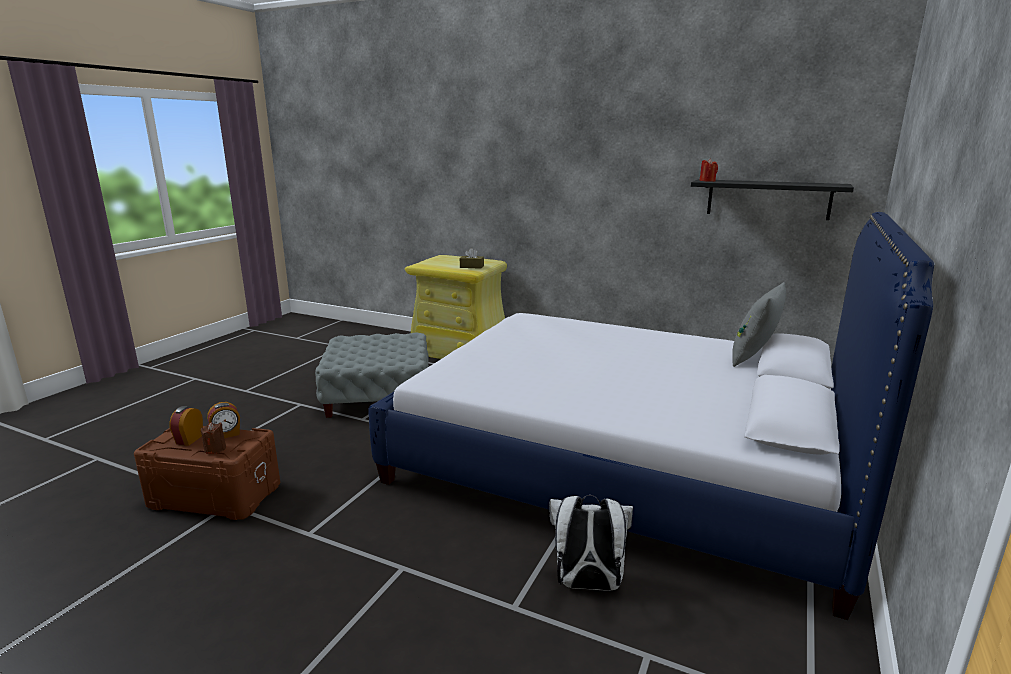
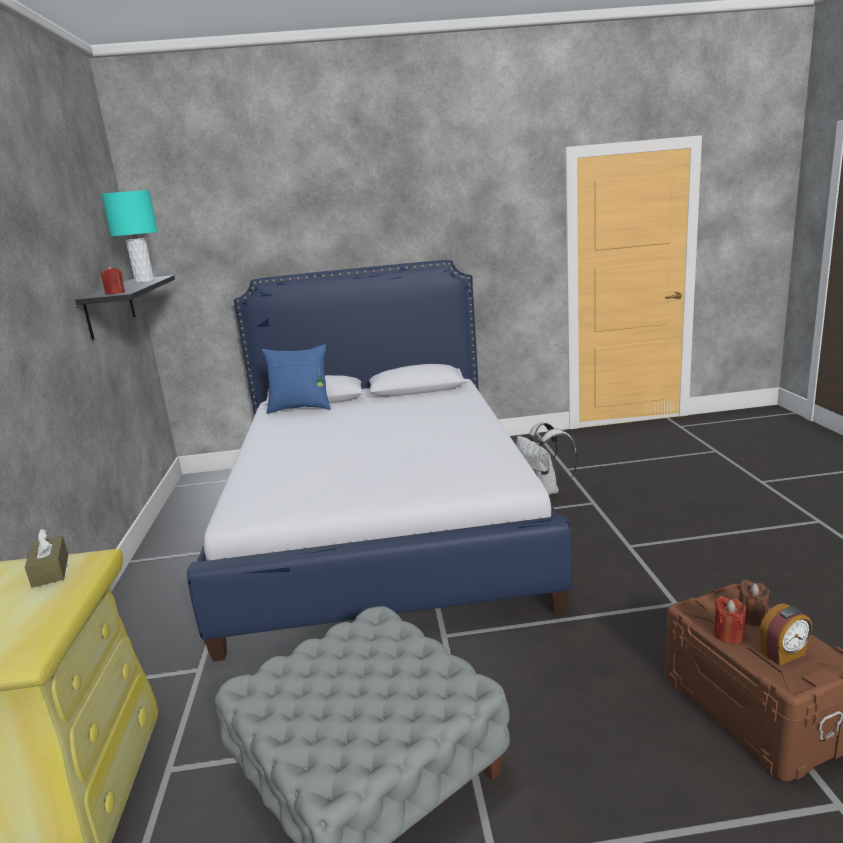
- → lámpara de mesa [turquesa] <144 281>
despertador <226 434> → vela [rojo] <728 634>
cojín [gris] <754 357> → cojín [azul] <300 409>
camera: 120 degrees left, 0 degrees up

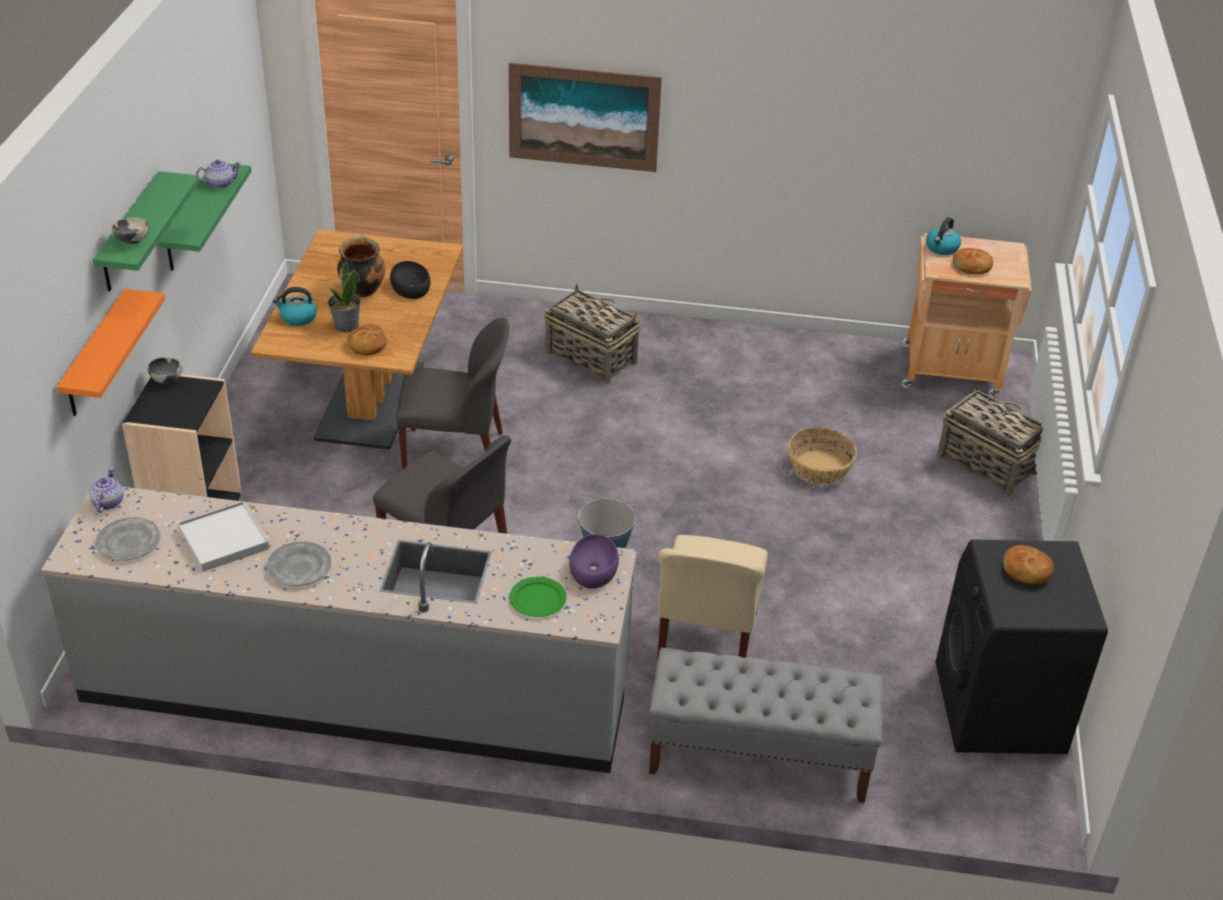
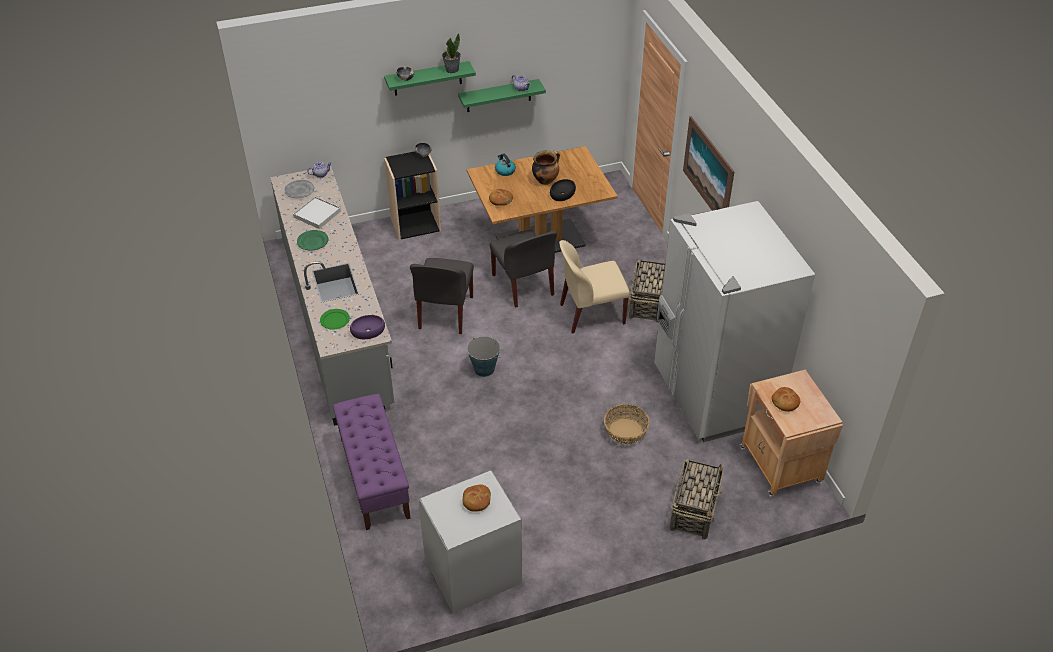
estante [naranja] <95 355> → -
hervidor <942 248> → -
- → nevera [blanco] <714 394>
planta en maceta <346 326> → planta en maceta <452 69>, move
silla [beis] <706 643> → silla [beis] <590 314>, move
plato [gris] <298 567> → plato [verde] <312 242>
banco [gris] <758 757> → banco [morado] <374 477>
lavadora [negro] <997 706> → lavadora [blanco] <472 570>
camera: 65 degrees right, 5 degrees up

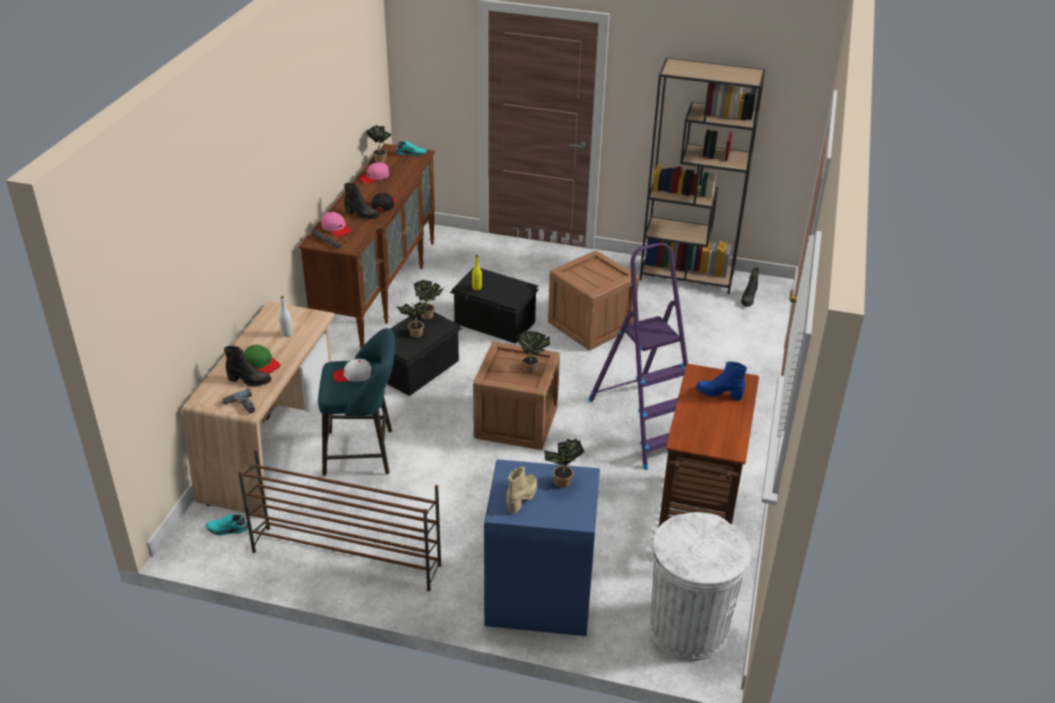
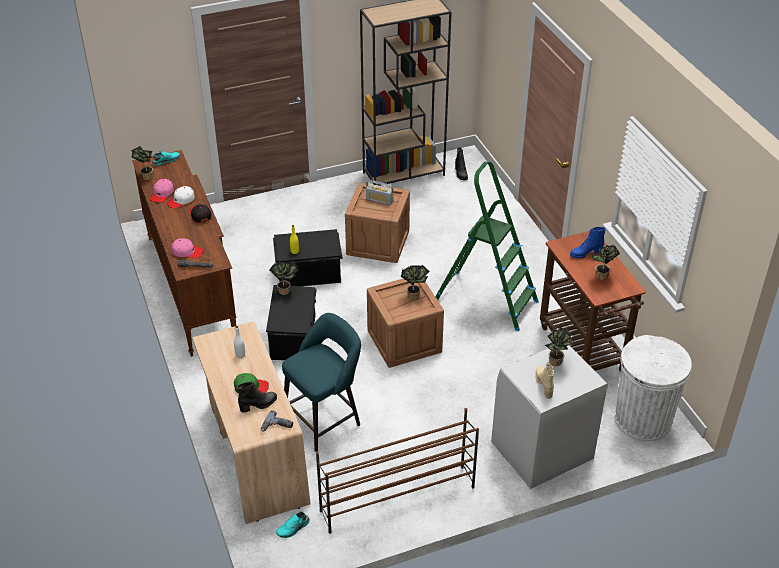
bota [negro] <361 215> → -
- → radio <379 200>
gorra [blanco] <353 375> → gorra [blanco] <181 200>, move
planta en maceta <414 334> → planta en maceta <601 277>, move
lavadora [azul] <539 593> → lavadora [blanco] <540 448>
escalera de tijera [morado] <643 425> → escalera de tijera [verde] <486 301>
camera: 35 degrees left, 5 degrees up

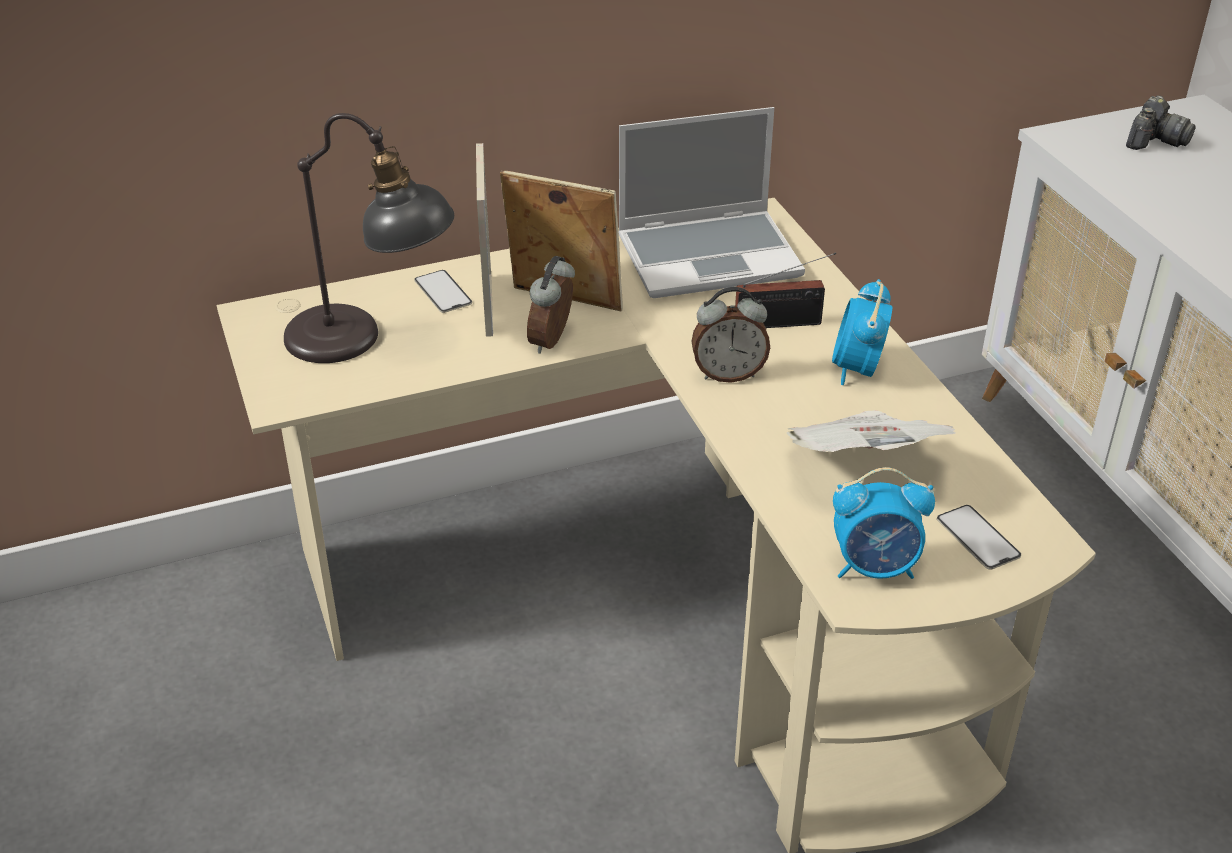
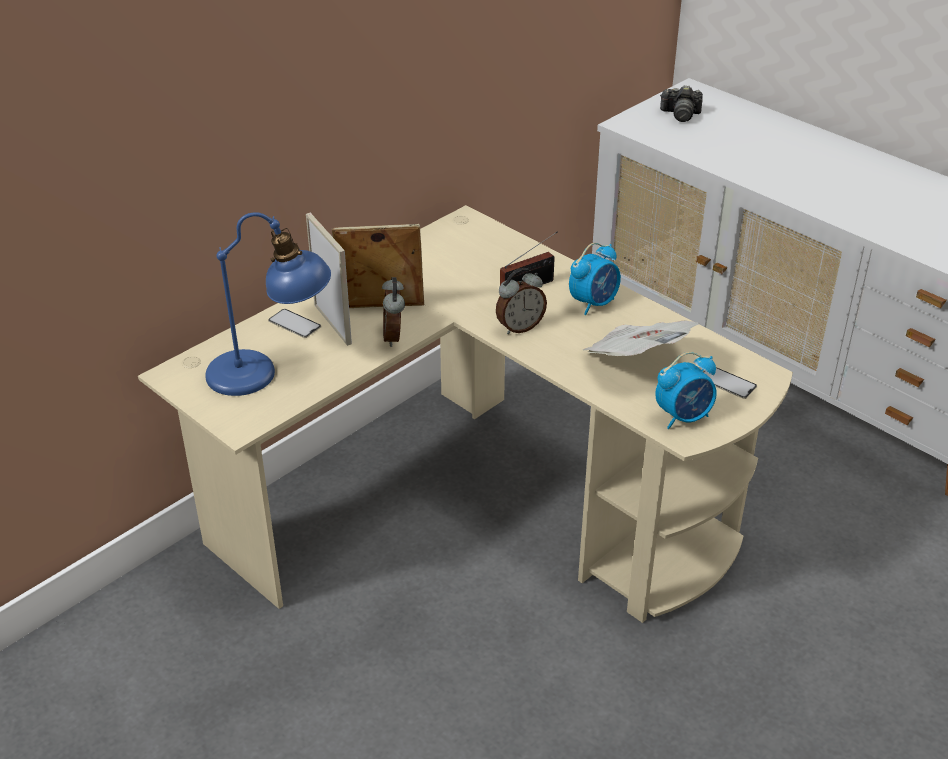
portátil <710 256> → -
lámpara de mesa [gris] <372 338> → lámpara de mesa [azul] <270 368>
despertador <857 370> → despertador <594 303>, 120 degrees counterclockwise
cámara <1155 141> → cámara <680 114>, 90 degrees clockwise
camera: 25 degrees left, 0 degrees up

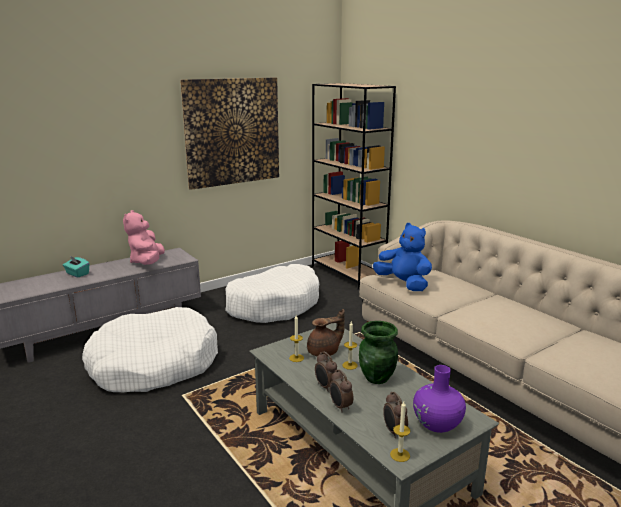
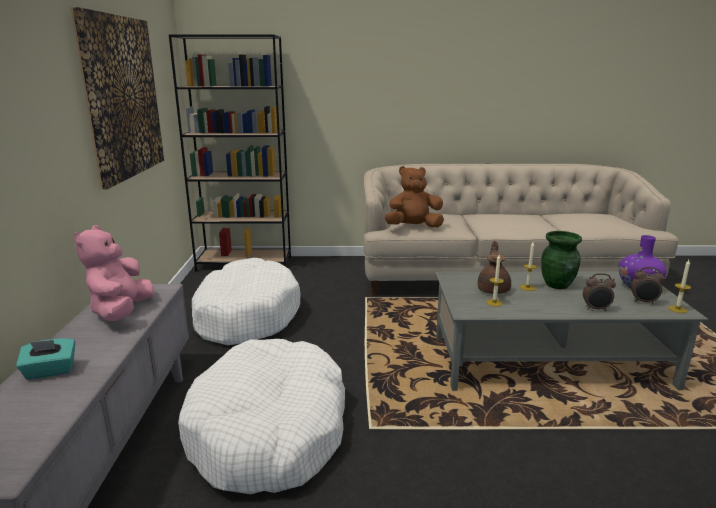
despertador <325 387> → -
peluche [azul] <403 284> → peluche [marrón] <413 227>
peluche [rosa] <147 262> → peluche [rosa] <121 312>, 60 degrees clockwise
camera: 55 degrees left, 0 degrees up

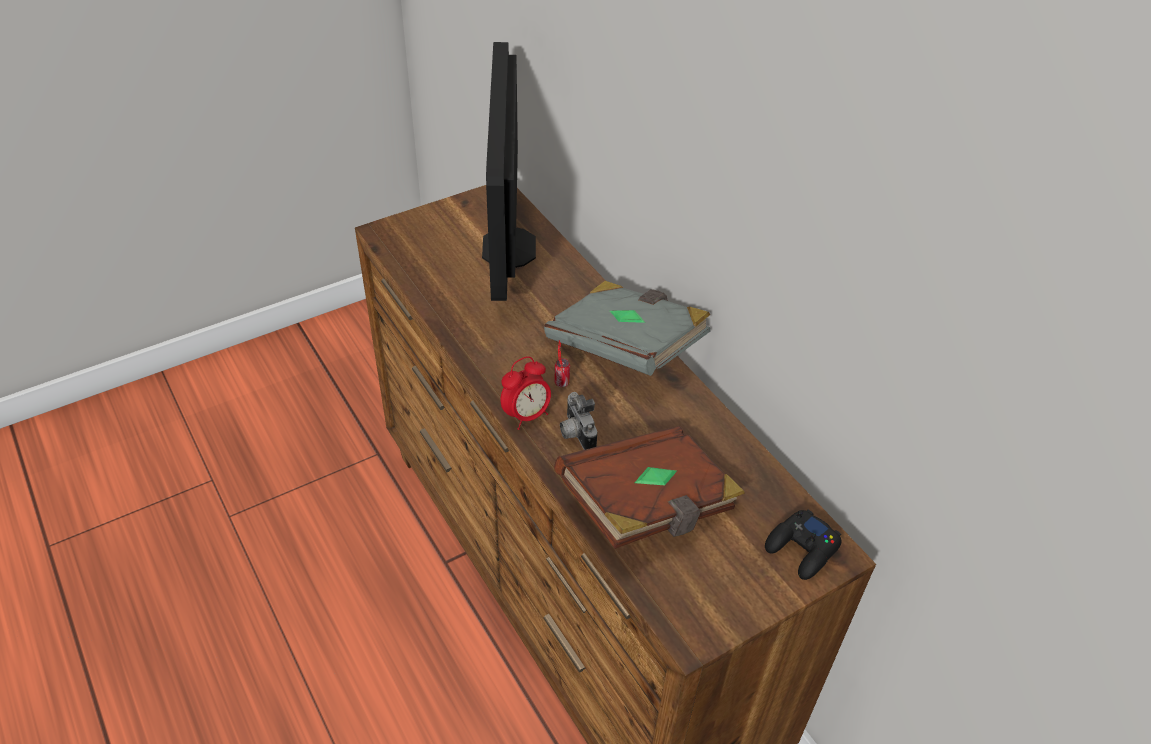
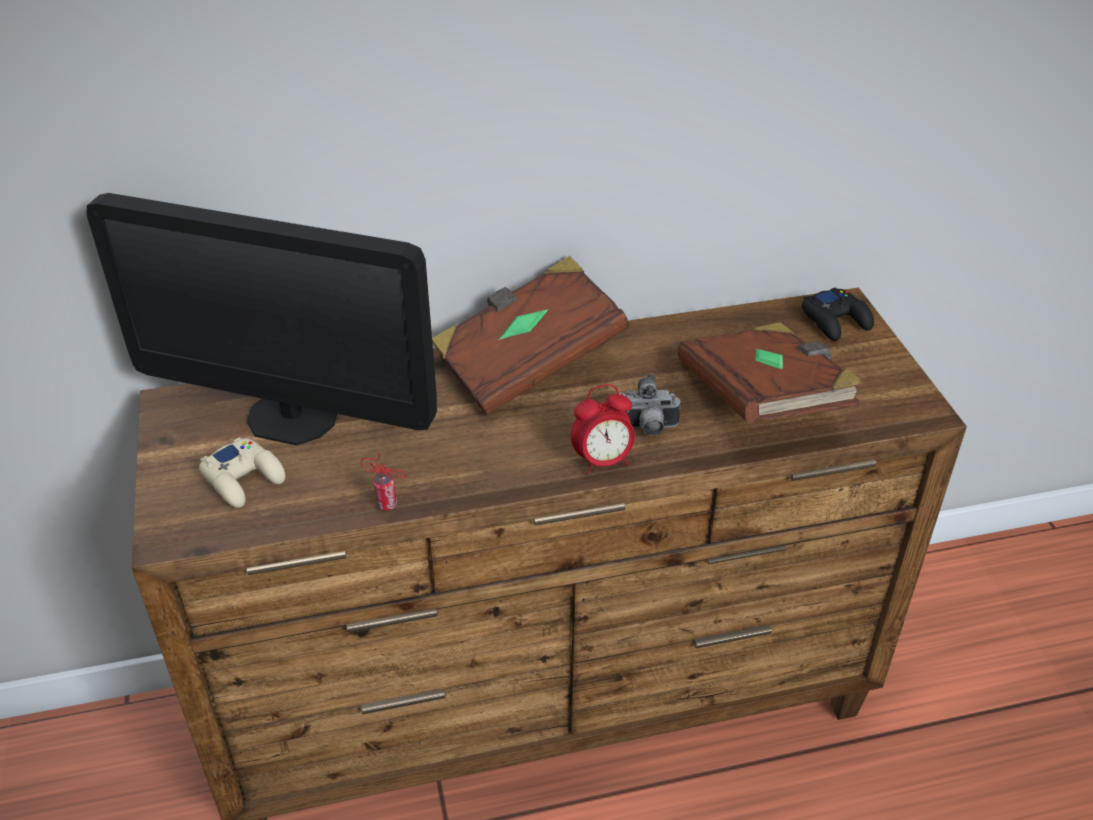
- → mando de consola [beis] <244 479>
lata <562 384> → lata <389 505>, move
libro [gris] <626 347> → libro [marrón] <527 362>
despertador <526 415> → despertador <602 461>, 90 degrees clockwise
camera: 70 degrees left, 5 degrees down

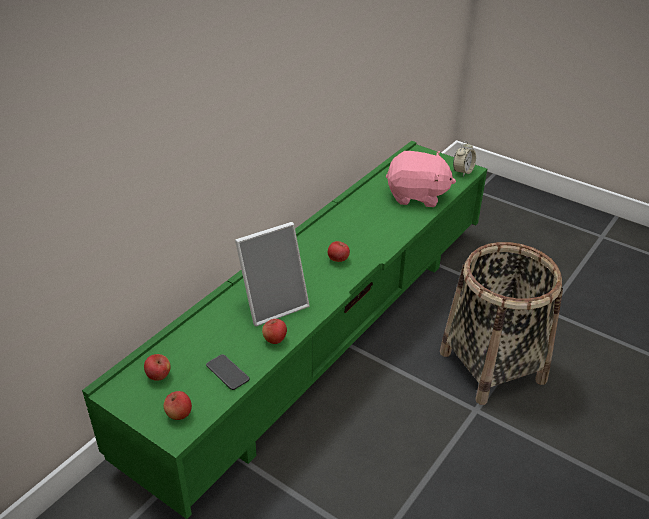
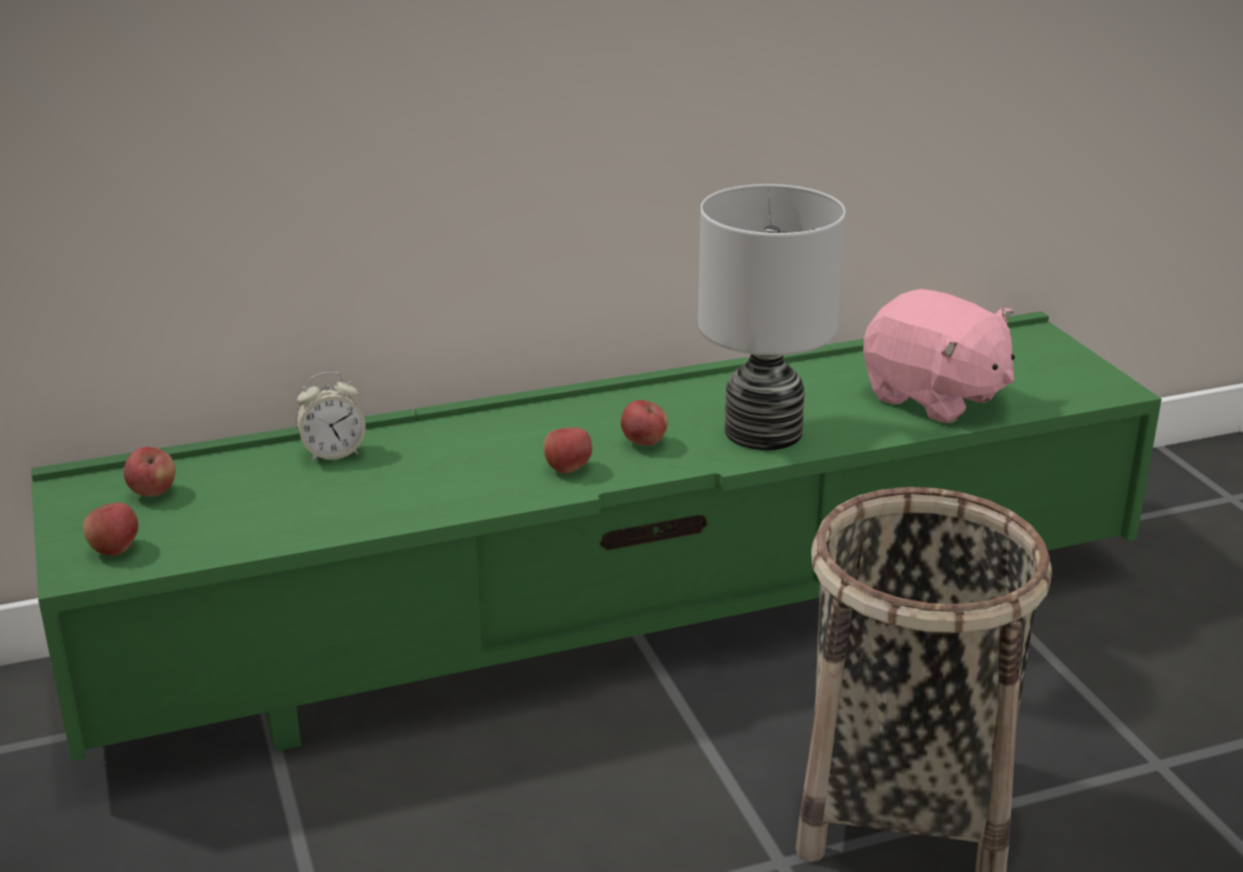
móvil <227 372> → -
portarretratos <273 304> → -
- → lámpara de mesa [gris] <763 433>
manzana <275 339> → manzana <568 468>, move
despertador <463 171> → despertador <333 453>, move
camera: 35 degrees right, 10 degrees down

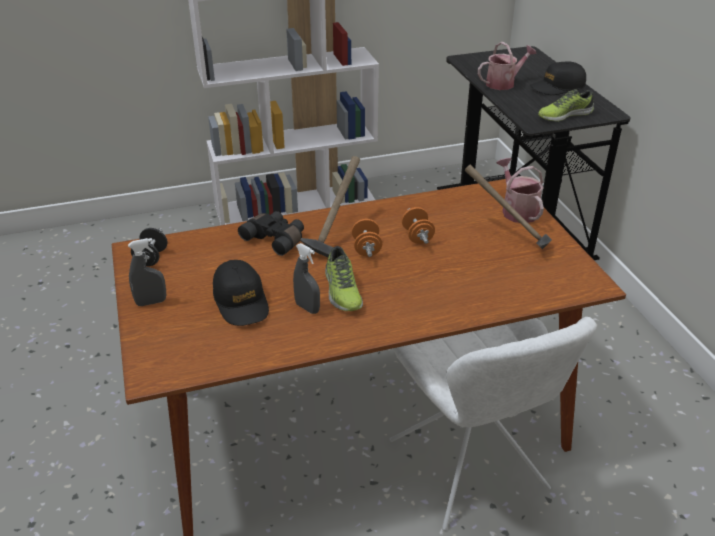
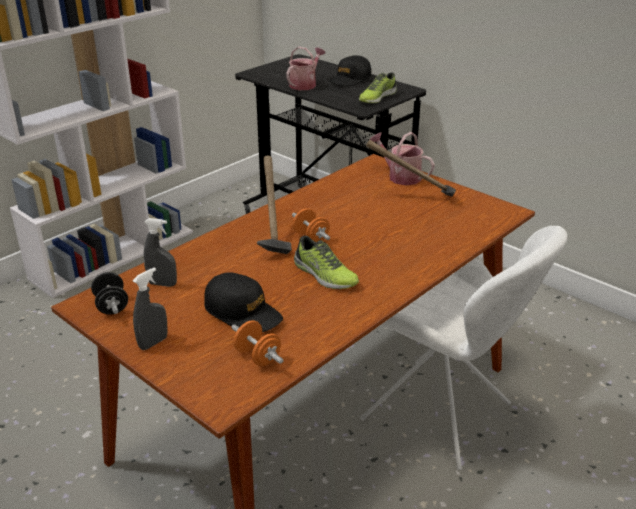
prismáticos [negro] <276 239> → -
pulverizador [gris] <307 308> → pulverizador [gris] <162 284>, move
mancuerna [naranja] <417 236> → mancuerna [naranja] <257 356>, move
camera: 30 degrees left, 5 degrees down

